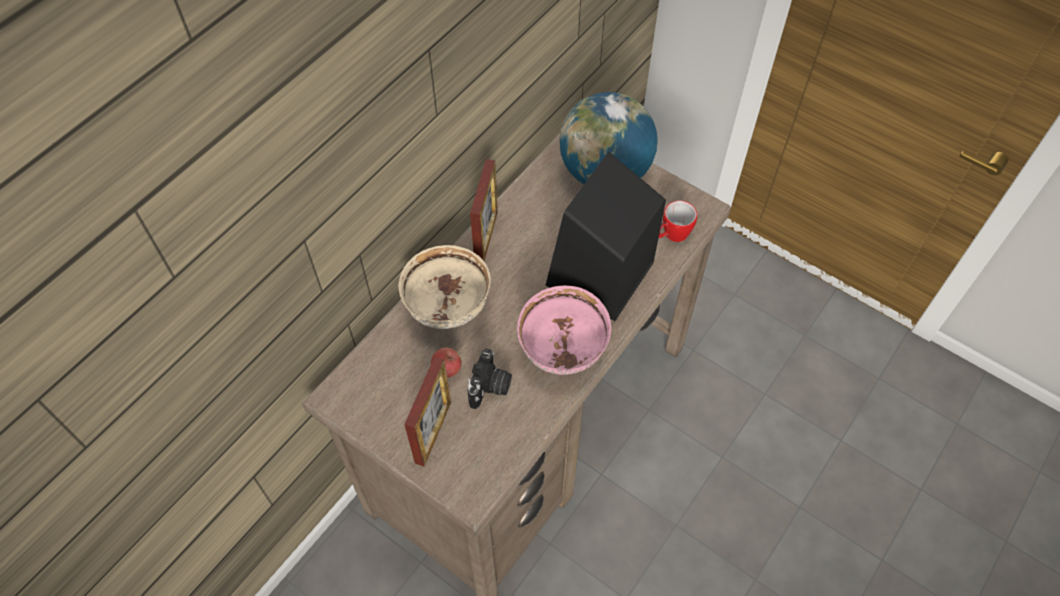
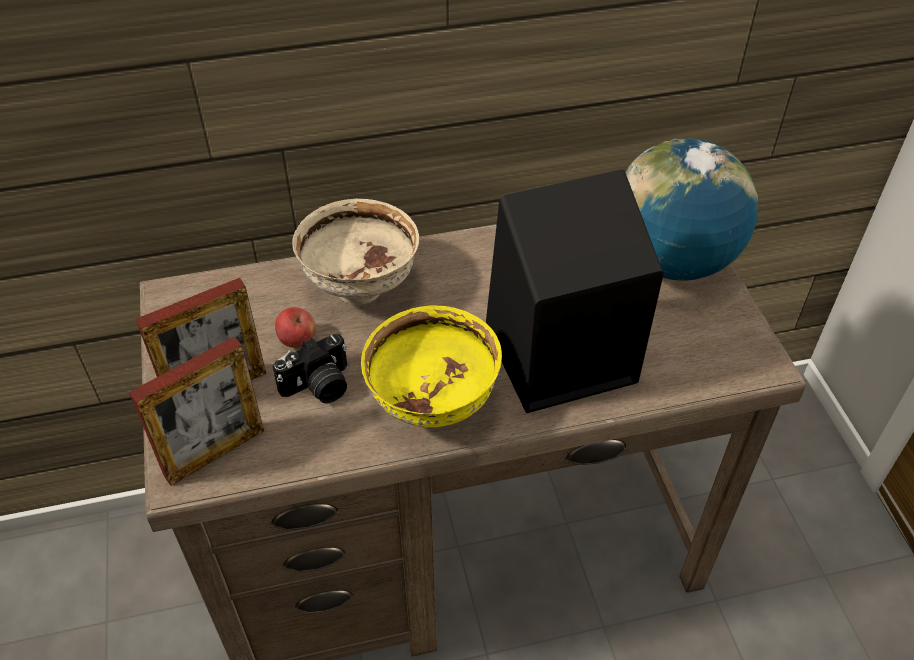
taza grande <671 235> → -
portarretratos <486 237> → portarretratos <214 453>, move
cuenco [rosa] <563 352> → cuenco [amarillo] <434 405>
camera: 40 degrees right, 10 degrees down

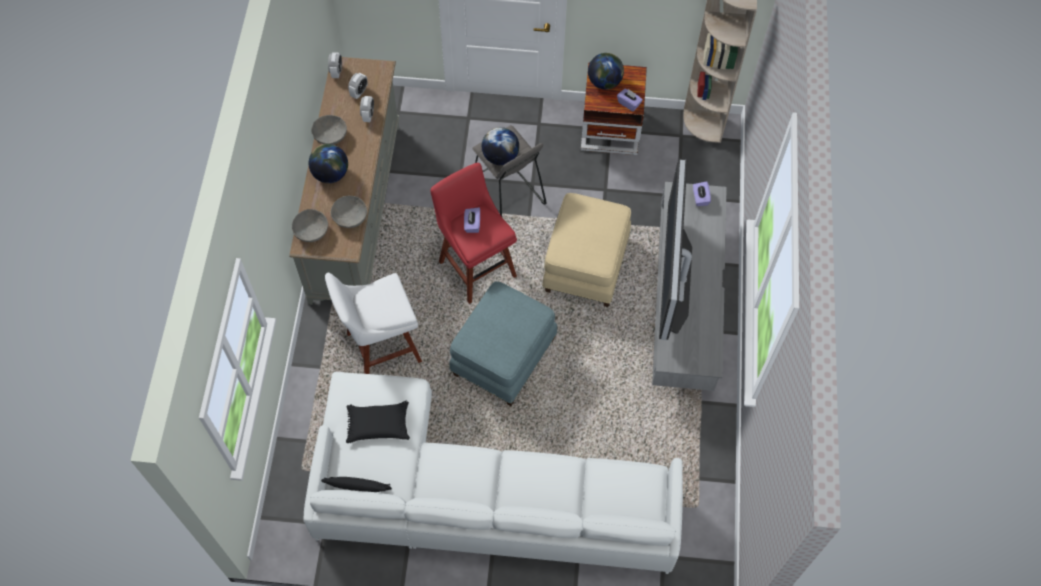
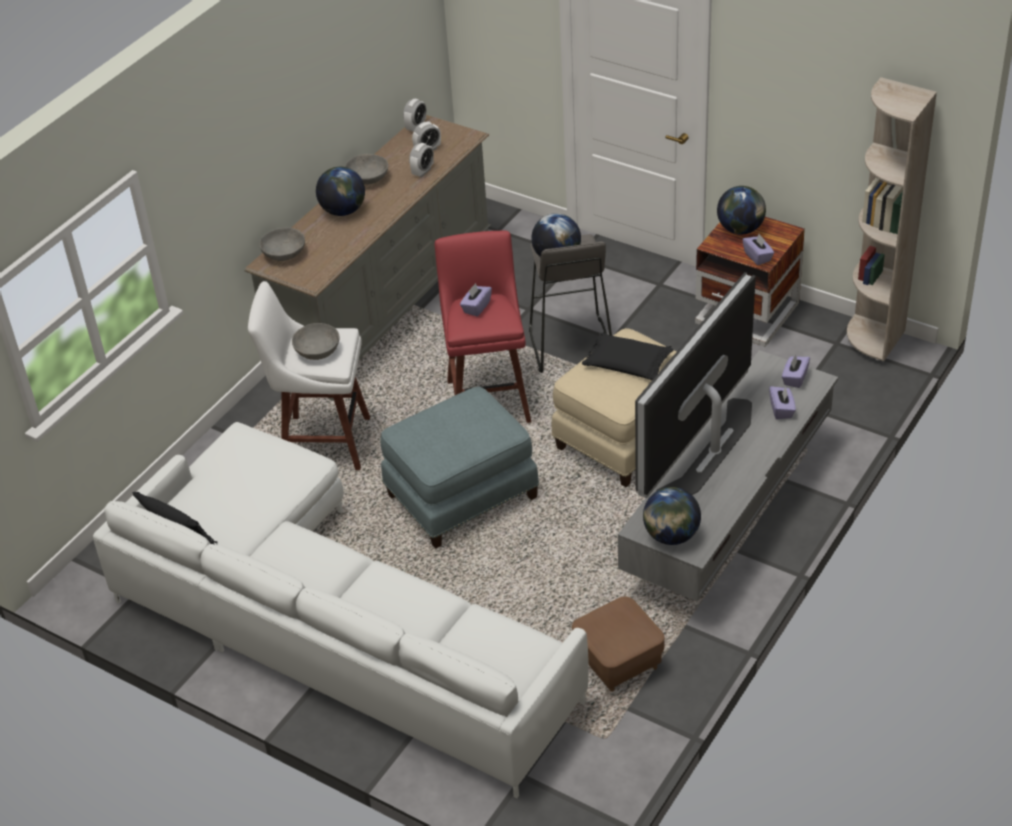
- → puf [marrón] <618 662>
- → globo terráqueo <671 536>
- → caja de pañuelos [morado] <781 410>
cuenco [gris] <350 217> → cuenco [gris] <318 351>, move
cojín [negro] <378 424> → cojín [negro] <628 361>, move
camera: 30 degrees right, 20 degrees down

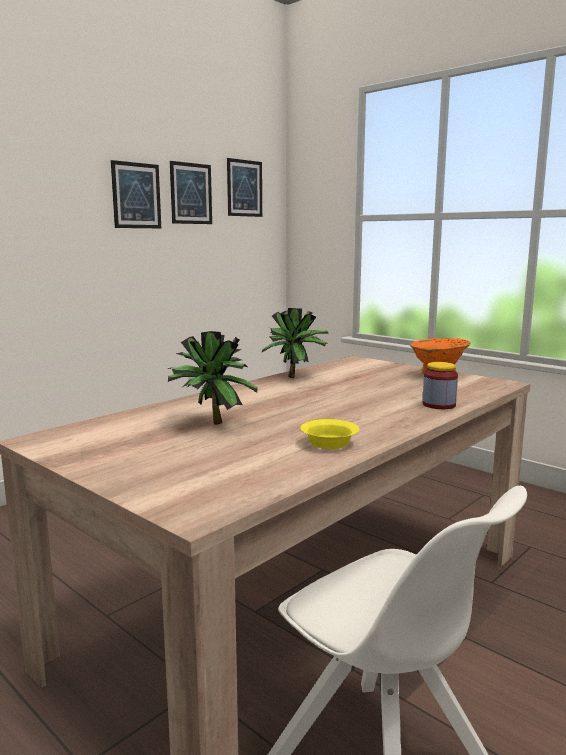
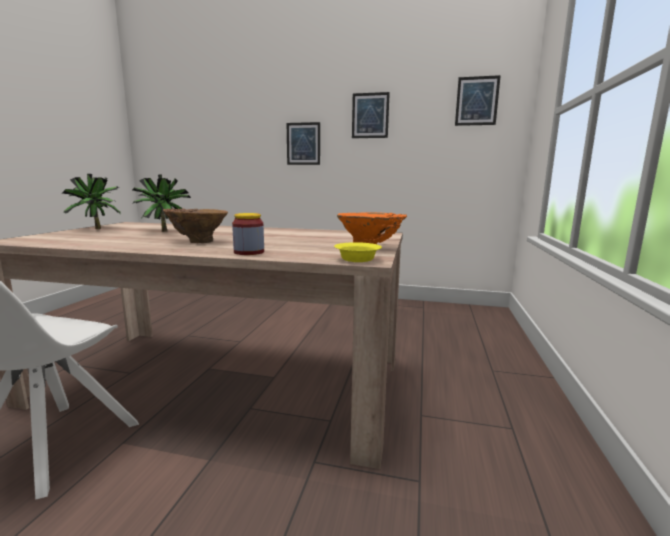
- → florero [marrón] <197 241>
cuadro <191 193> → cuadro <303 143>, move
planta en maceta <296 378> → planta en maceta <96 229>, move
cuenco [amarillo] <330 444> → cuenco [amarillo] <357 260>, move
camera: 60 degrees right, 0 degrees up

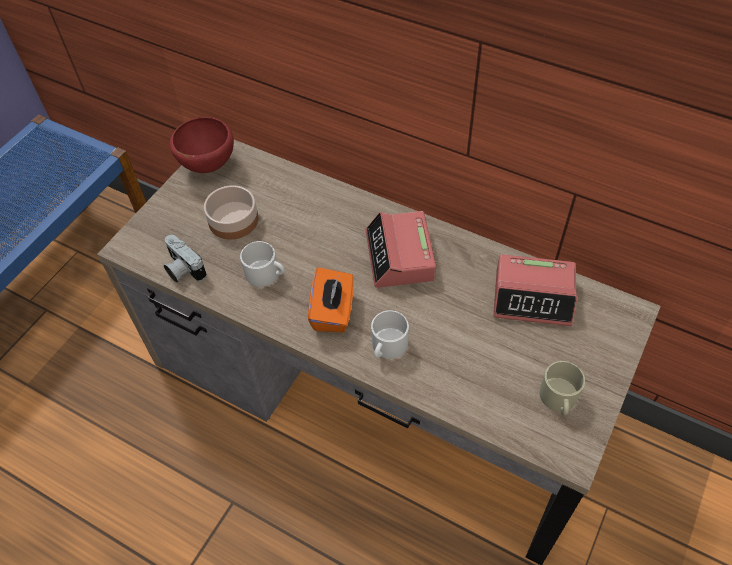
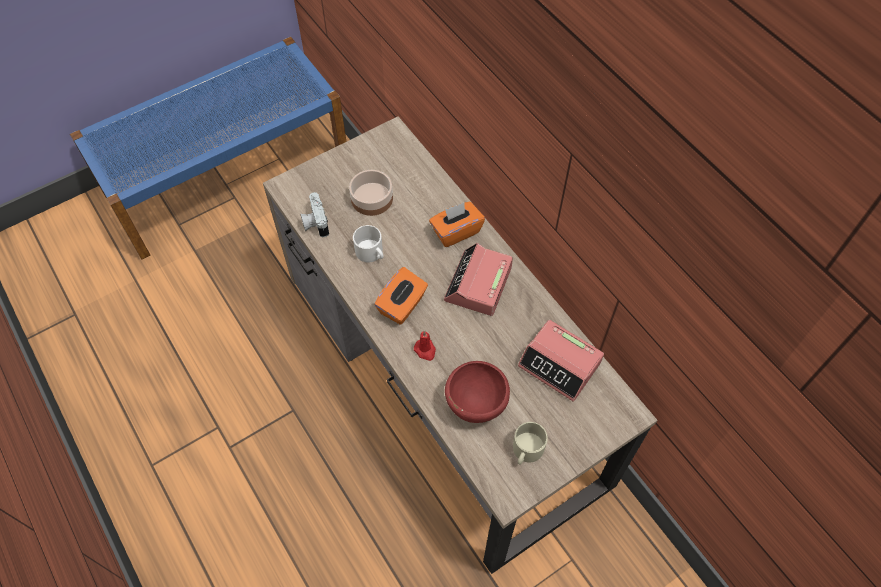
- → caja de pañuelos [naranja] <456 231>
cuenco [rojo] <208 167> → cuenco [rojo] <475 405>, move
taza grande [blanco] <387 347> → vela [rojo] <425 350>
camera: 25 degrees right, 5 degrees up

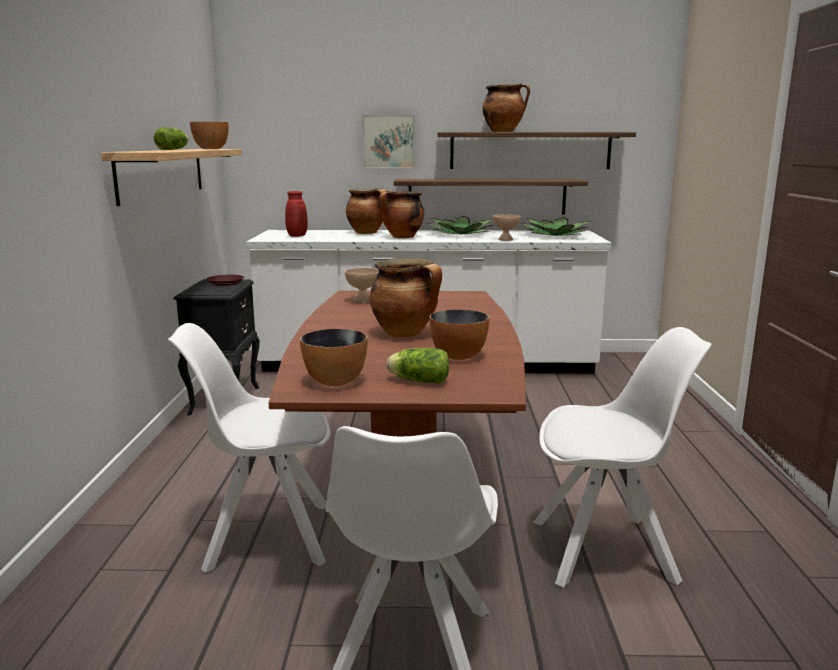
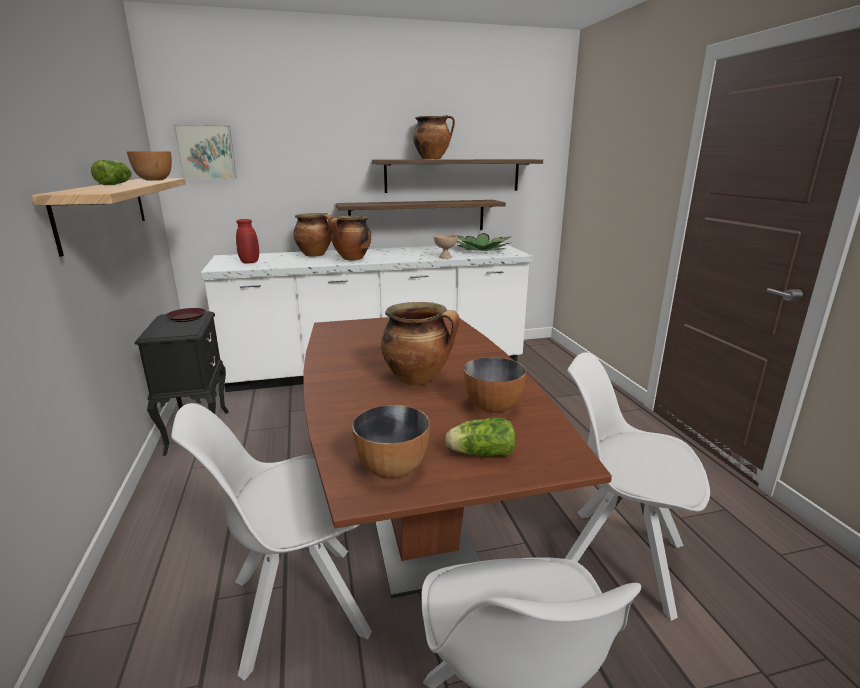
cuenco [beis] <363 301> → -
planta en maceta <461 234> → -
cuadro <388 142> → cuadro <206 152>, move
silla [blanco] <605 550> → silla [blanco] <618 558>, 135 degrees counterclockwise
camera: 15 degrees left, 5 degrees up

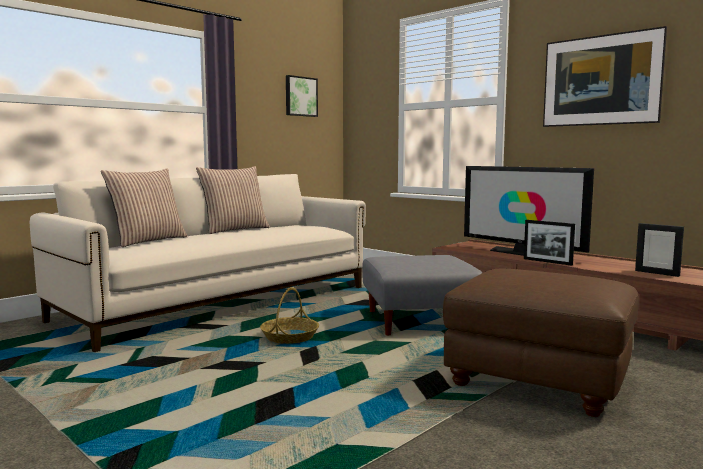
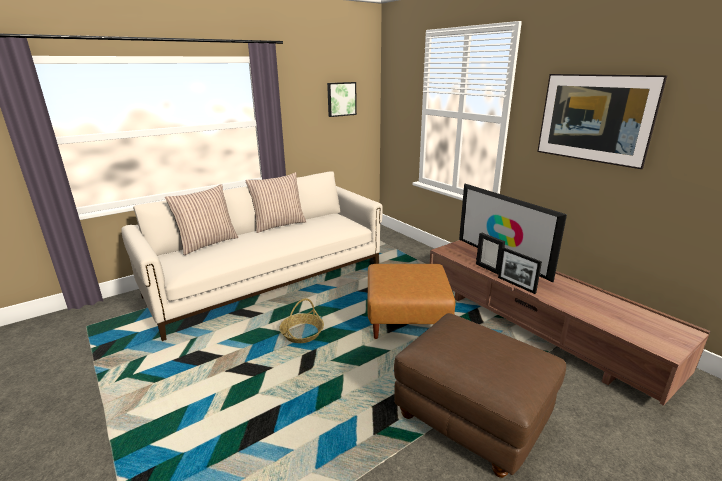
portarretratos <657 273> → portarretratos <488 268>, move
puf [gris] <419 321> → puf [marrón] <407 319>
camera: 10 degrees right, 15 degrees up

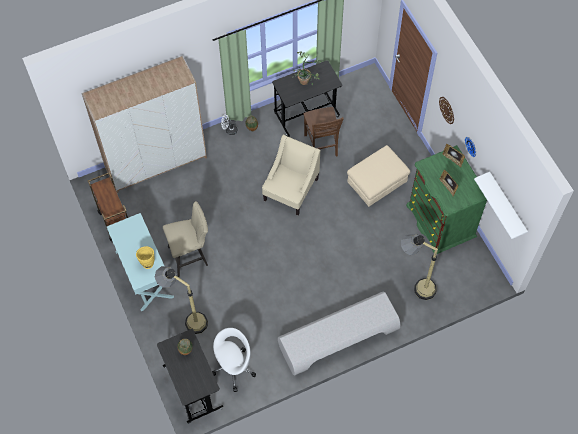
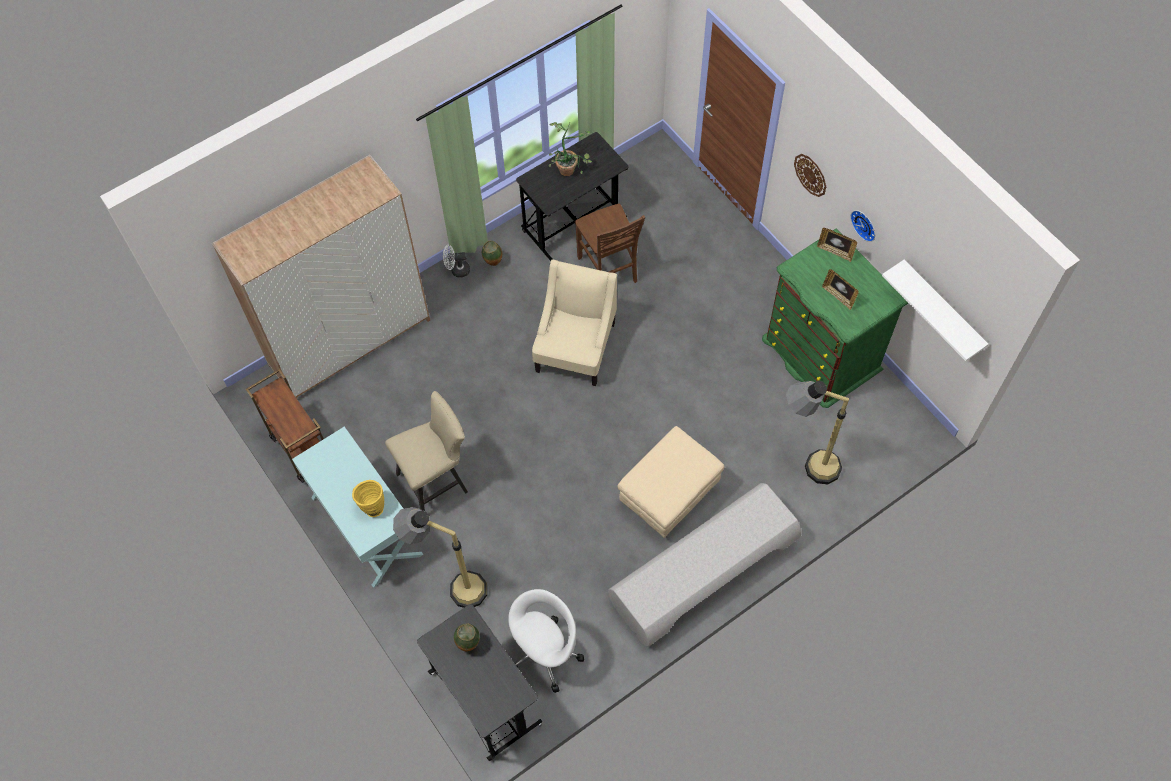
puf [beis] <376 185> → puf [beis] <668 495>, move
camera: 10 degrees left, 0 degrees up

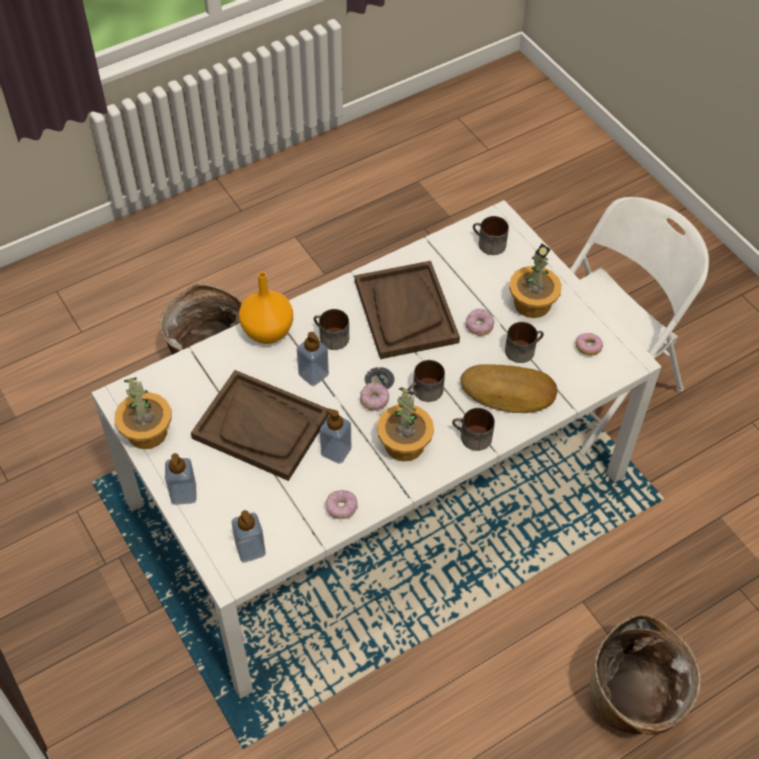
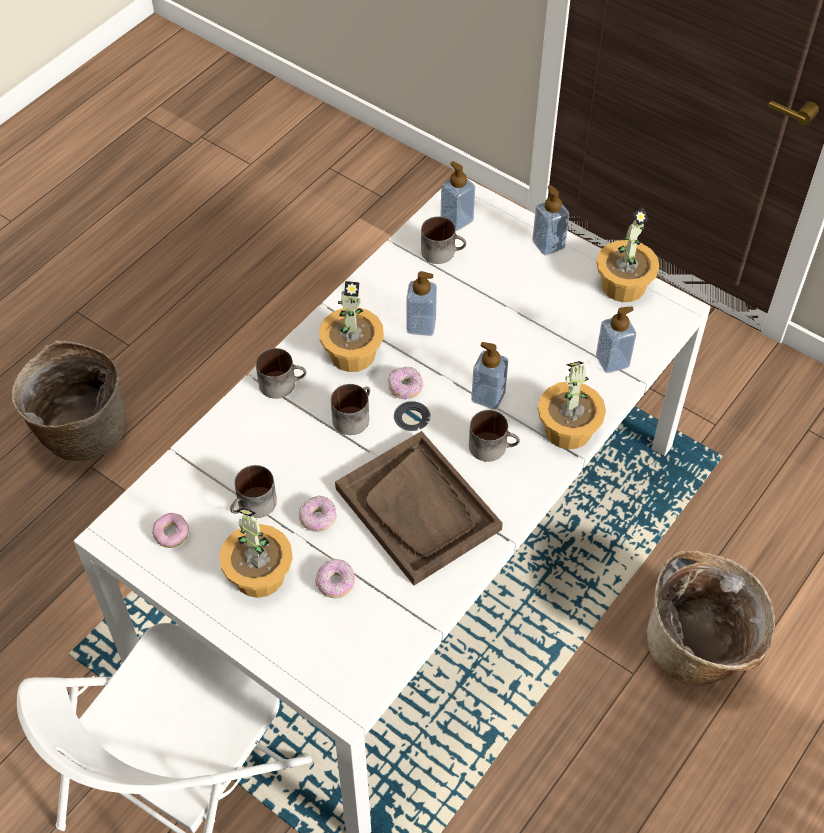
bandeja [marrón] <261 426> → -
pan <508 393> → -
- → dispensador de jabón <612 361>
rosquilla <341 508> → rosquilla <335 583>, move
taza grande <488 244> → taza grande <442 251>, move
florero [naranja] <268 331> → planta en maceta <568 430>
camera: 160 degrees right, 0 degrees up

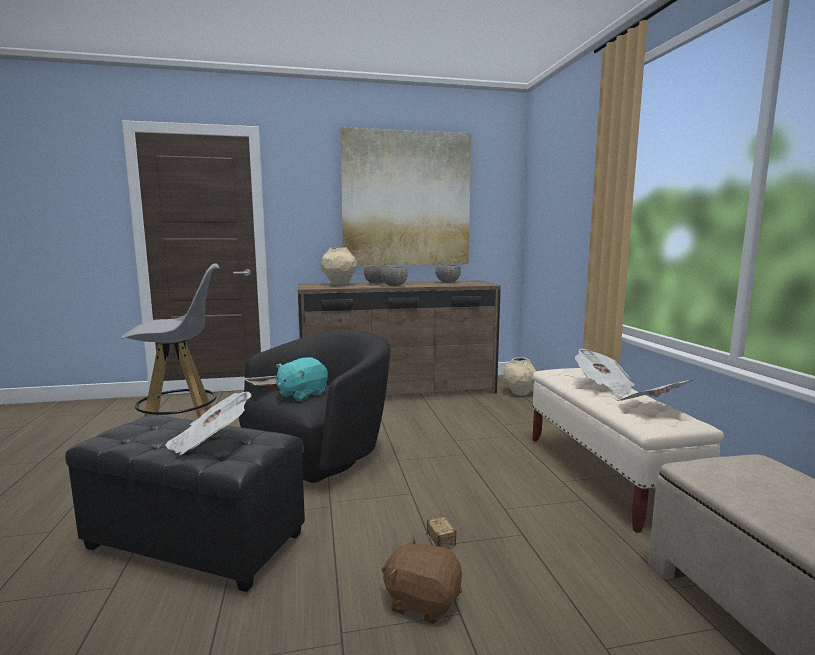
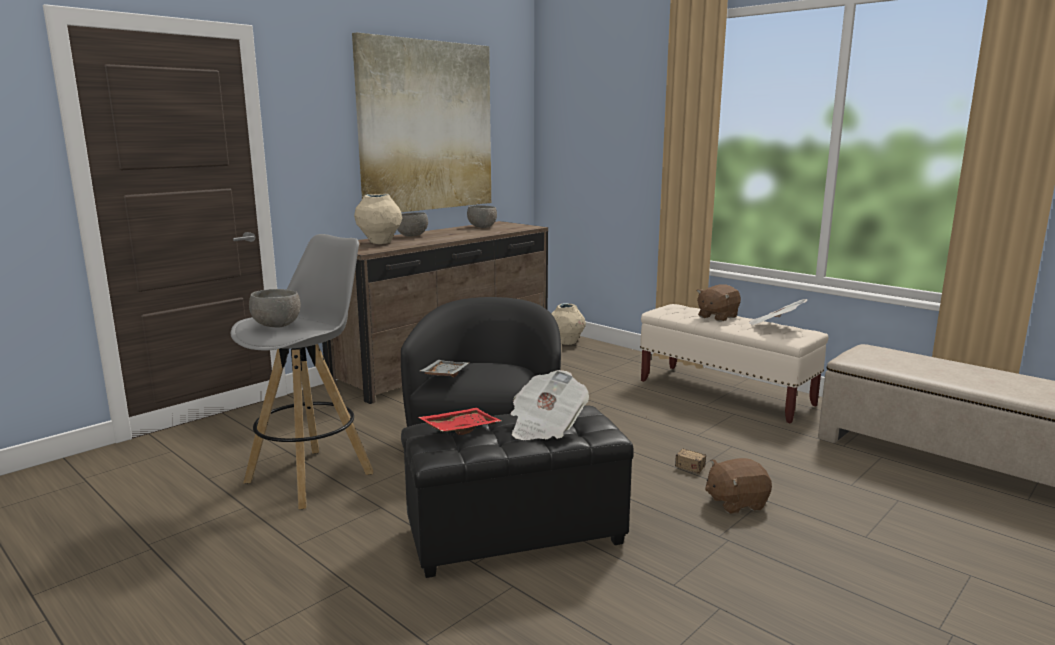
peluche [turquesa] <301 394> → -
- → bandeja [rojo] <459 429>
cuenco [gris] <394 286> → cuenco [gris] <277 326>, move
periódico <603 386> → peluche [marrón] <717 317>
camera: 35 degrees left, 5 degrees up

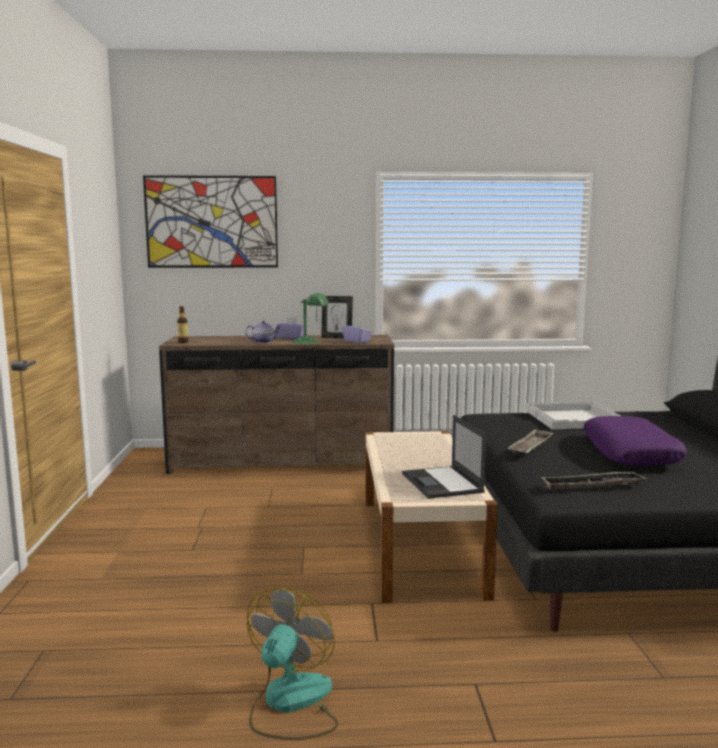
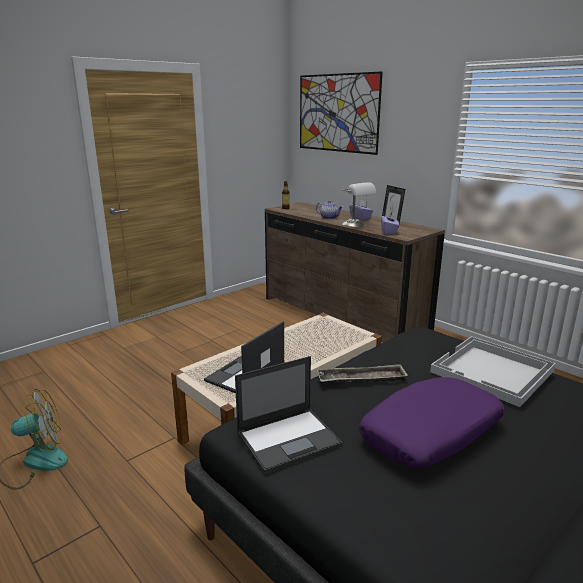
bandeja <592 486> → portátil <289 438>
lámpara de mesa [verde] <311 342> → lámpara de mesa [blanco] <356 225>
camera: 50 degrees right, 10 degrees up

